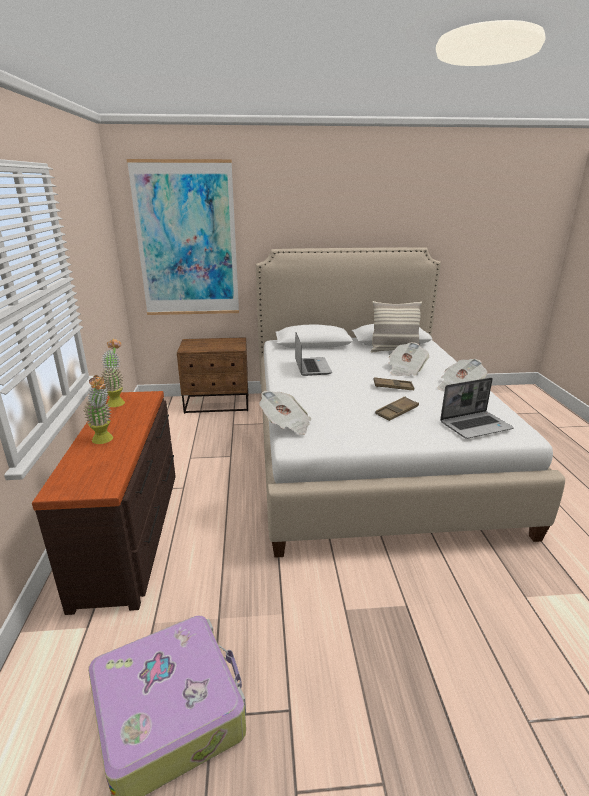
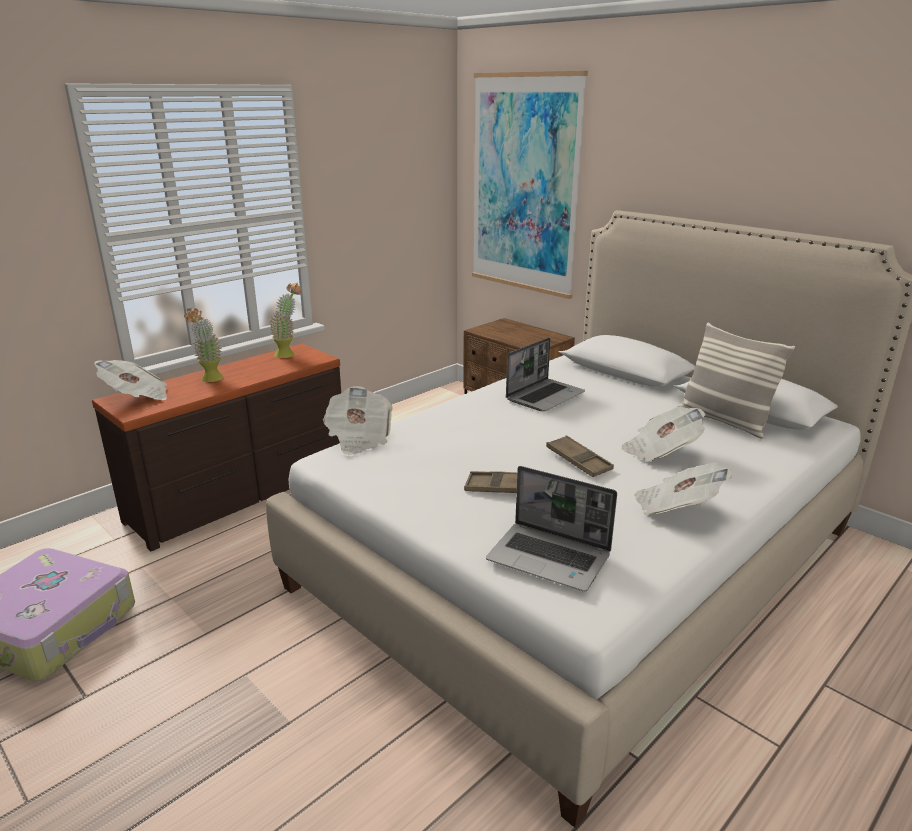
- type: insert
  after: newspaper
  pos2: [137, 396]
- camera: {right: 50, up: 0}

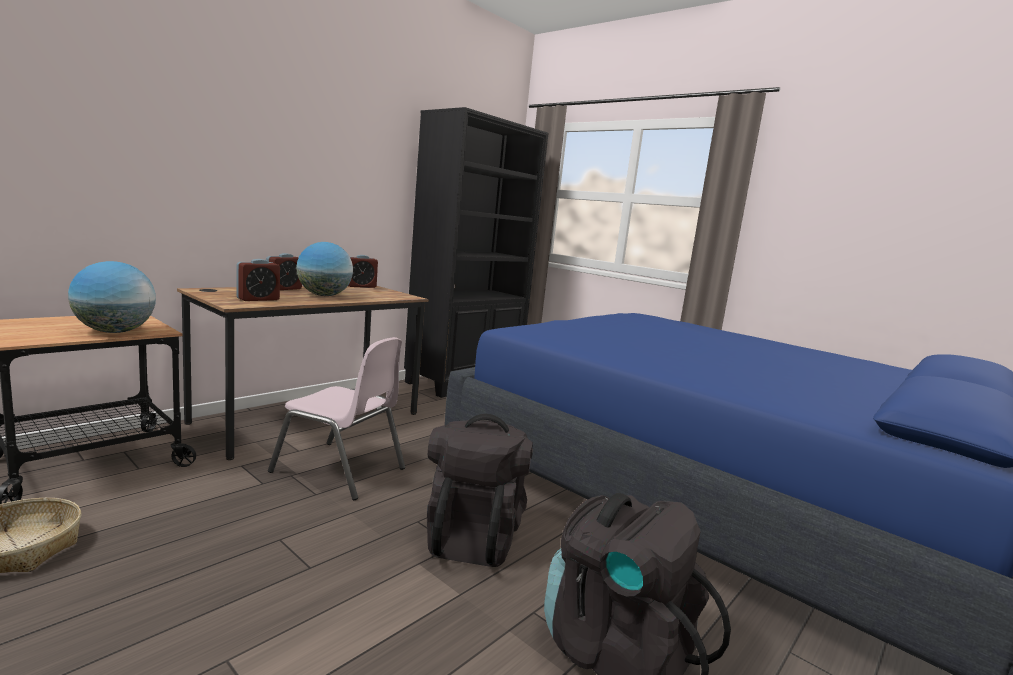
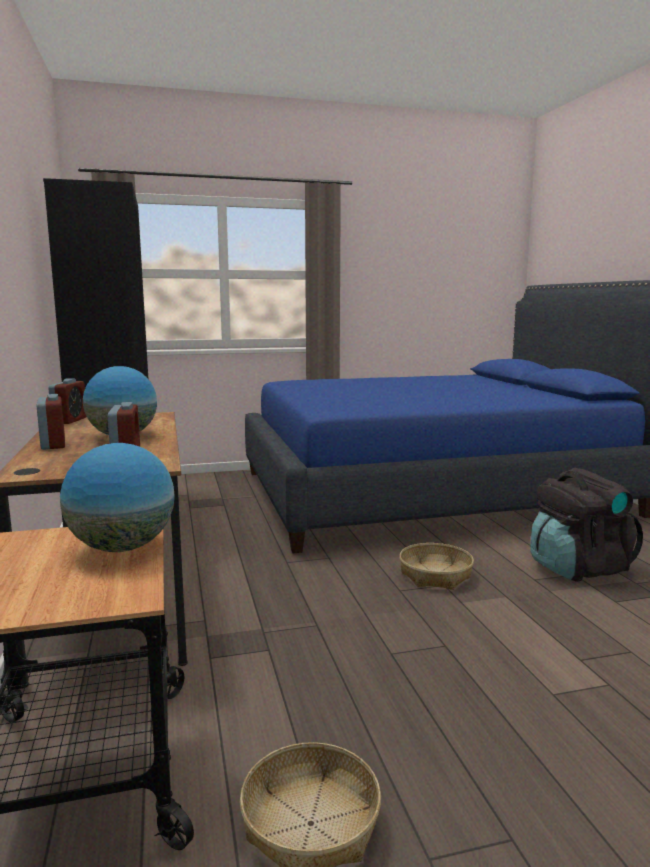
- type: delete
  before: chair in pink
  pos1: [339, 470]
- type: replace
  before: backpack in black
  after: basket
  pos1: [473, 536]
  pos2: [435, 575]
- camera: {right: -55, up: 0}

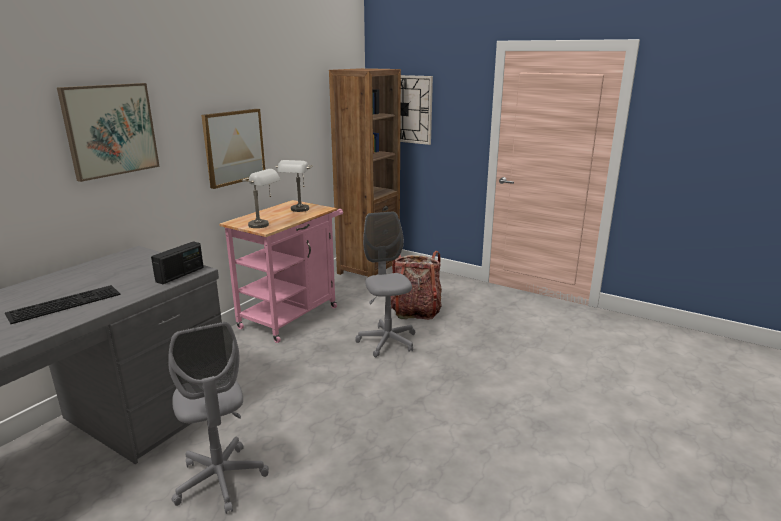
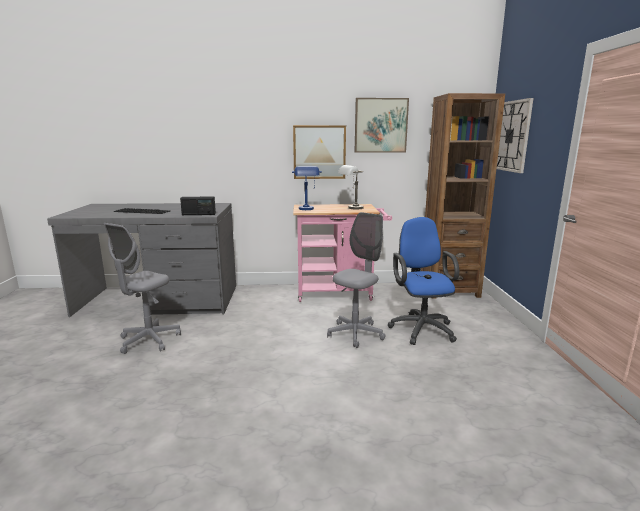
- type: move
  before: picture
  pos1: [110, 130]
  pos2: [380, 125]
- type: recolor
  before: table lamp in grey
  after: table lamp in blue
  pos1: [264, 226]
  pos2: [307, 210]
- type: replace
  before: backpack
  after: office chair in blue
  pos1: [415, 311]
  pos2: [421, 328]
- camera: {right: 55, up: -5}

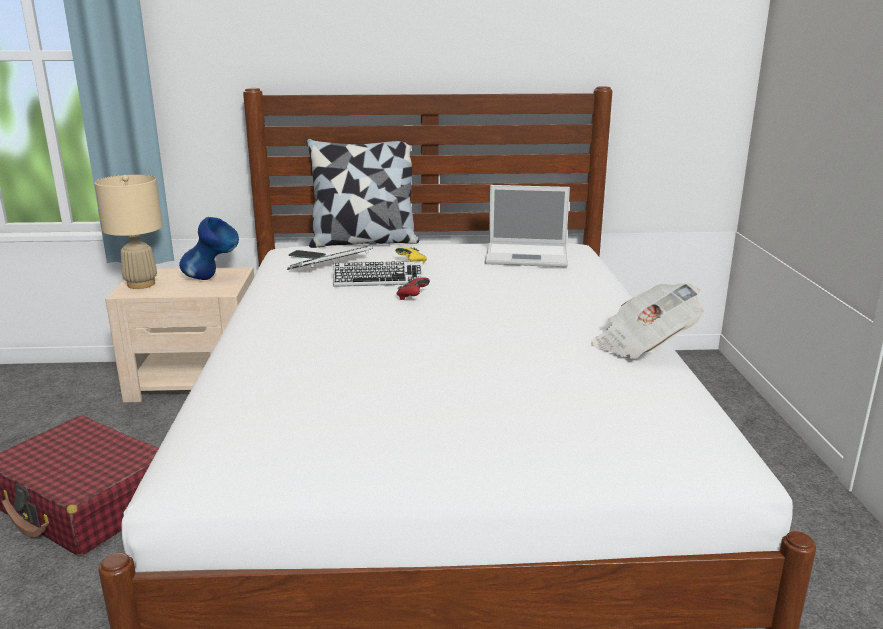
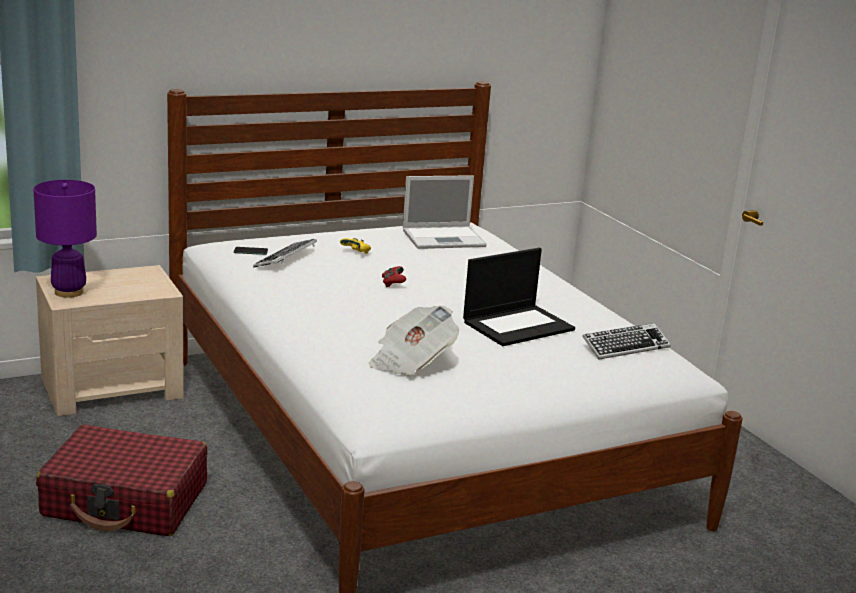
- type: recolor
  before: table lamp in beige
  after: table lamp in purple
  pos1: [141, 284]
  pos2: [69, 292]
- type: delete
  before: vase in blue
  pos1: [213, 279]
- type: delete
  before: pillow
  pos1: [363, 242]
- type: move
  before: keyboard
  pos1: [378, 280]
  pos2: [625, 347]
- type: move
  before: newspaper
  pos1: [643, 345]
  pos2: [411, 362]
- type: insert
  after: laptop
  pos2: [518, 325]
- camera: {right: -25, up: 0}

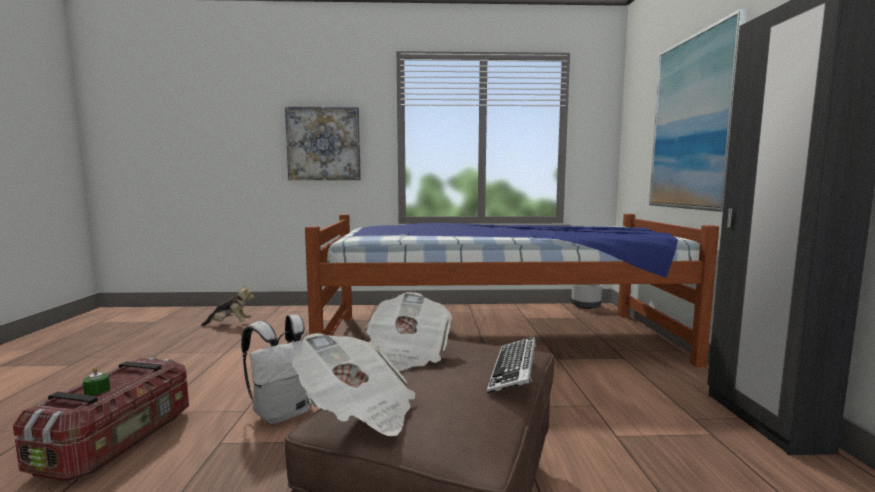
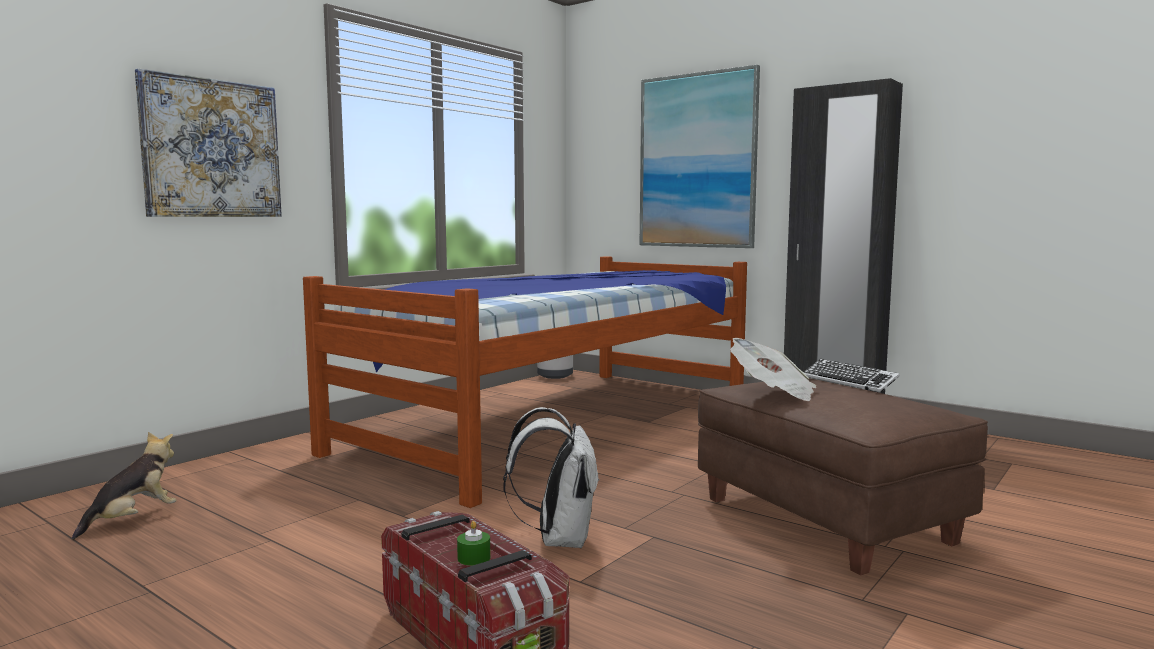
- type: delete
  before: newspaper
  pos1: [358, 411]
- camera: {right: -50, up: 0}

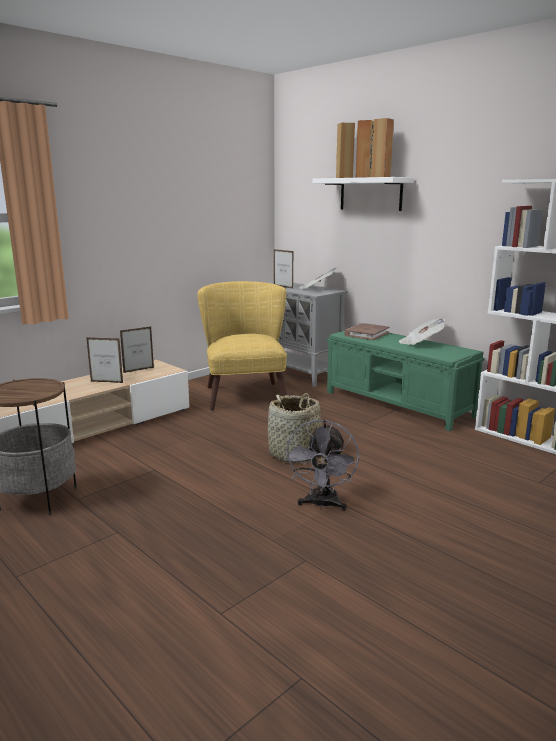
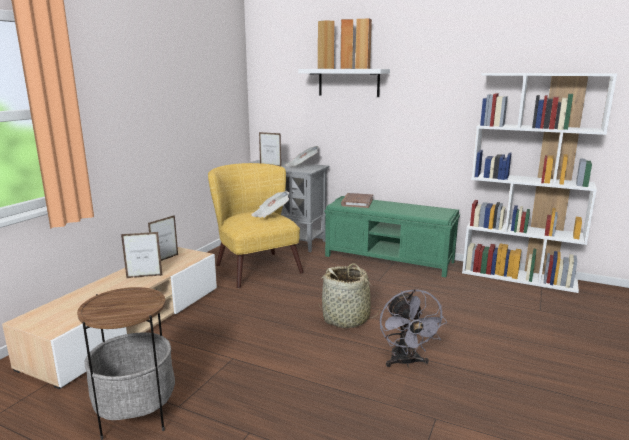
- type: move
  before: newspaper
  pos1: [421, 343]
  pos2: [270, 214]
- camera: {right: -20, up: 0}

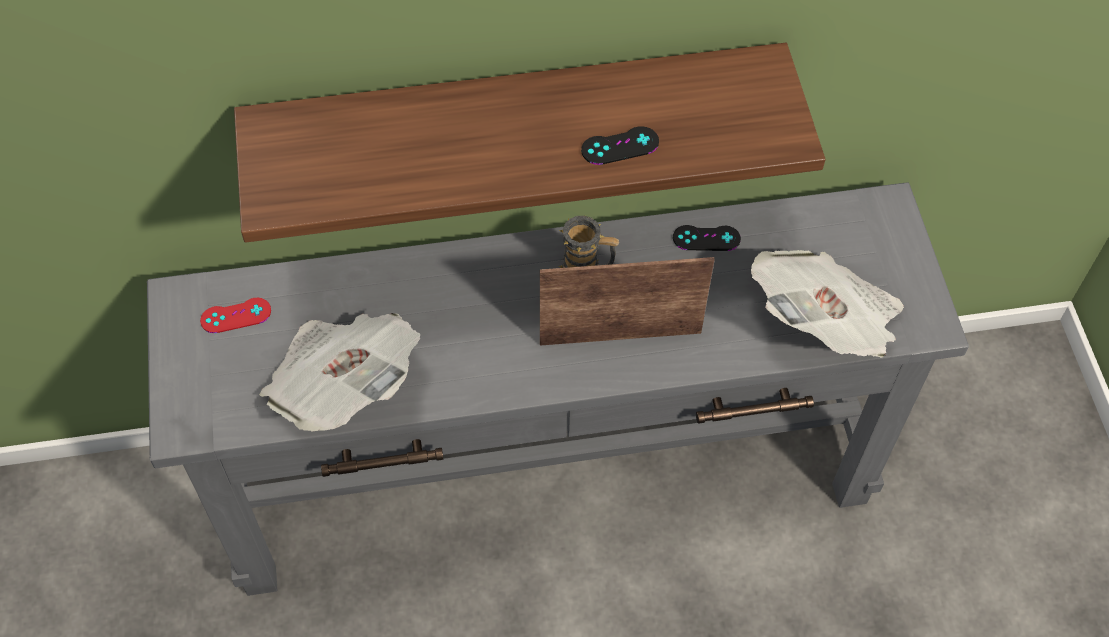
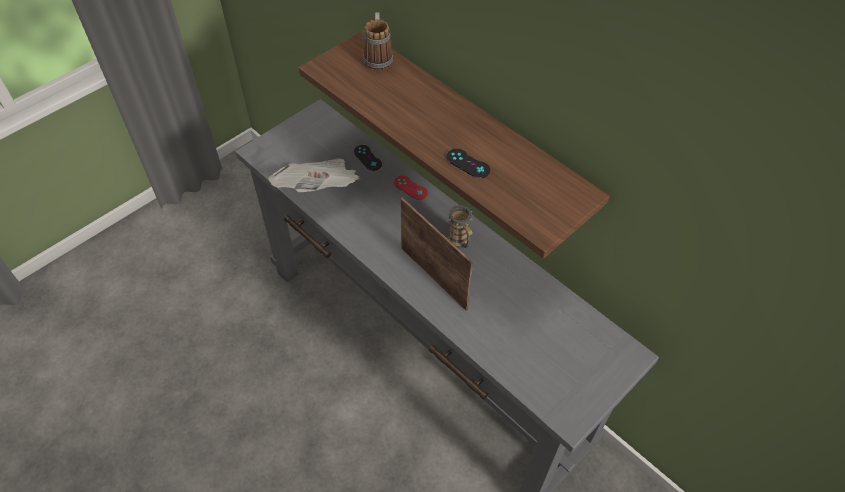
- type: move
  before: game controller in red
  pos1: [236, 316]
  pos2: [410, 188]
- type: move
  before: game controller in black
  pos1: [706, 238]
  pos2: [367, 158]
- type: delete
  before: newspaper
  pos1: [825, 323]
- type: insert
  after: mug
  pos2: [378, 57]
- camera: {right: 55, up: -5}

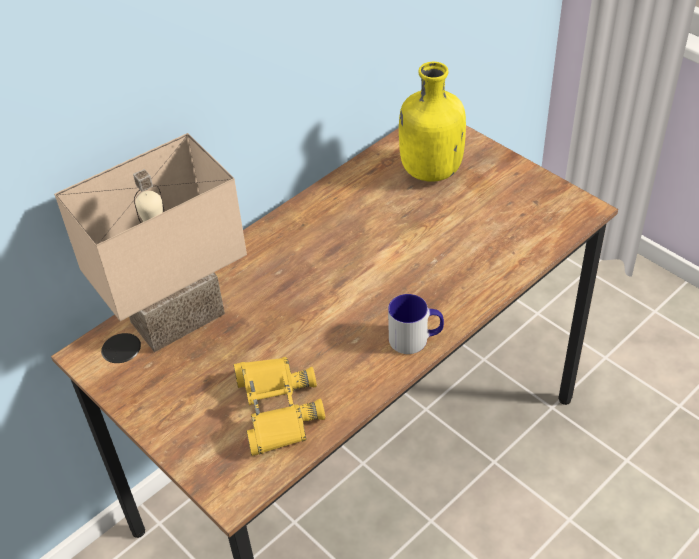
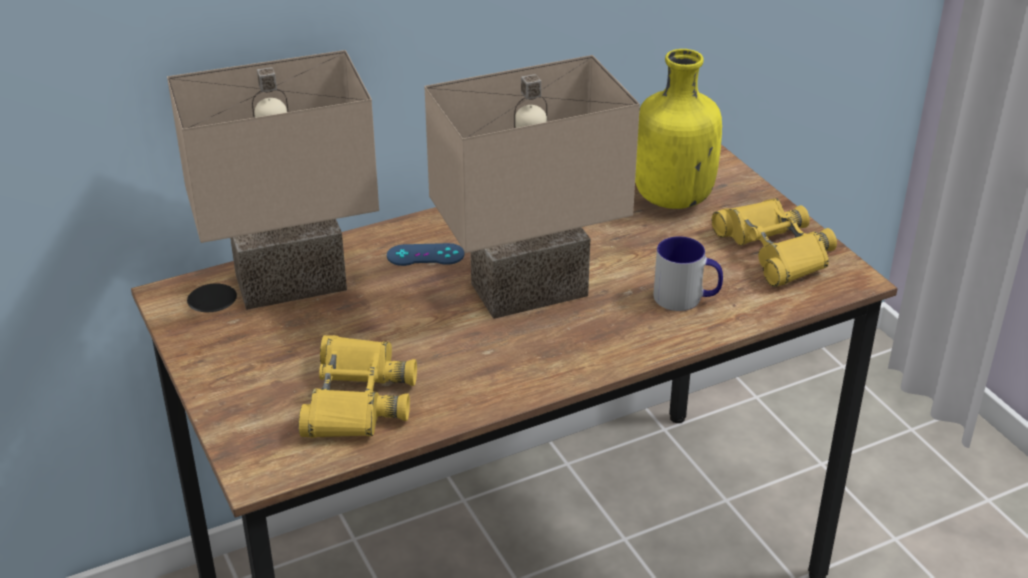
- type: move
  before: mug
  pos1: [416, 339]
  pos2: [686, 298]
- type: insert
  after: game controller in blue
  pos2: [425, 255]
- type: insert
  after: table lamp in beige
  pos2: [529, 293]
- type: insert
  after: binoculars in yellow
  pos2: [774, 250]
- camera: {right: 15, up: -10}

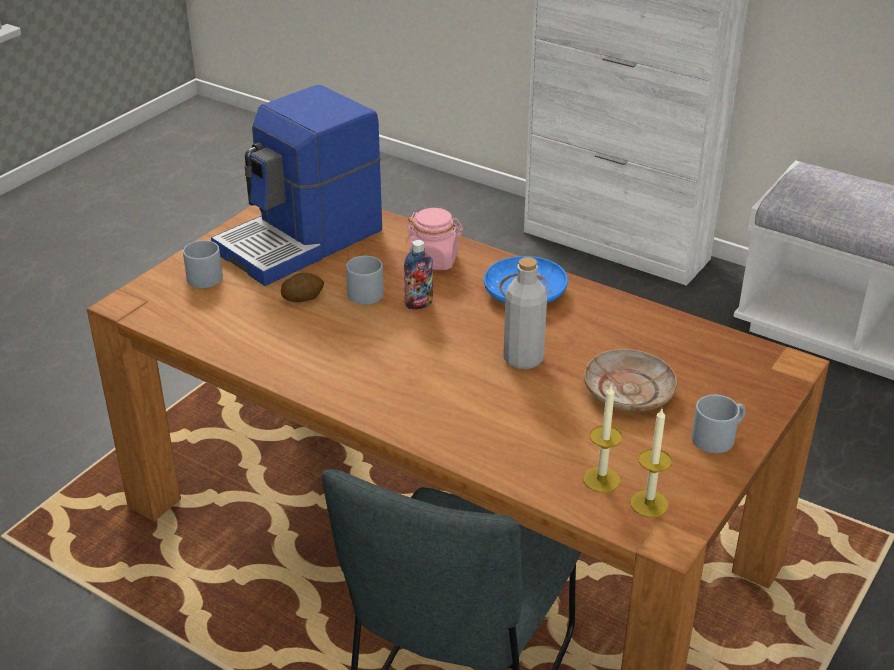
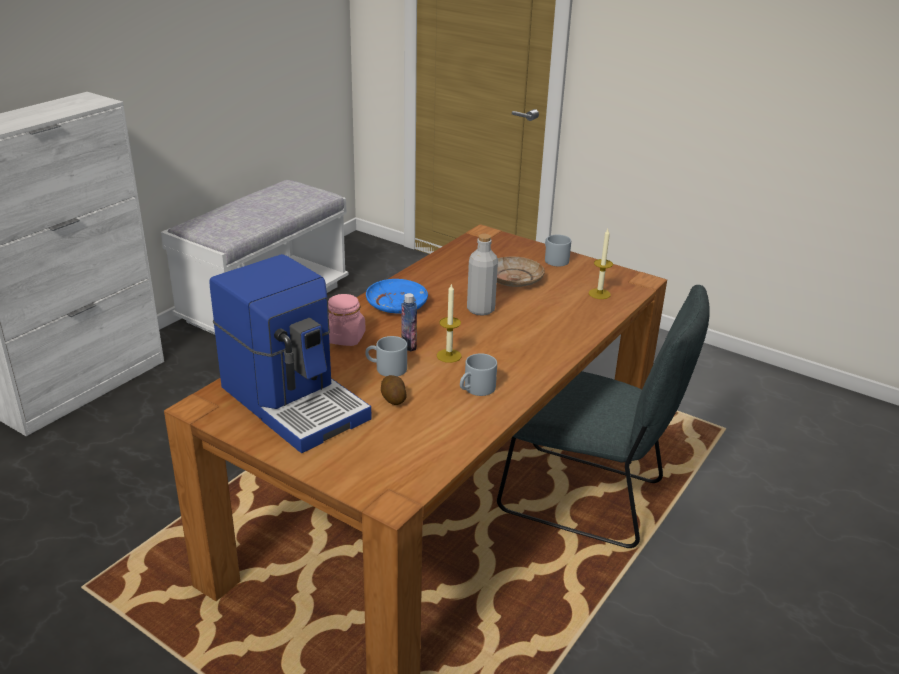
- type: move
  before: mug in grey
  pos1: [200, 276]
  pos2: [476, 389]
- type: move
  before: candle
  pos1: [649, 504]
  pos2: [449, 355]
- camera: {right: -90, up: -5}

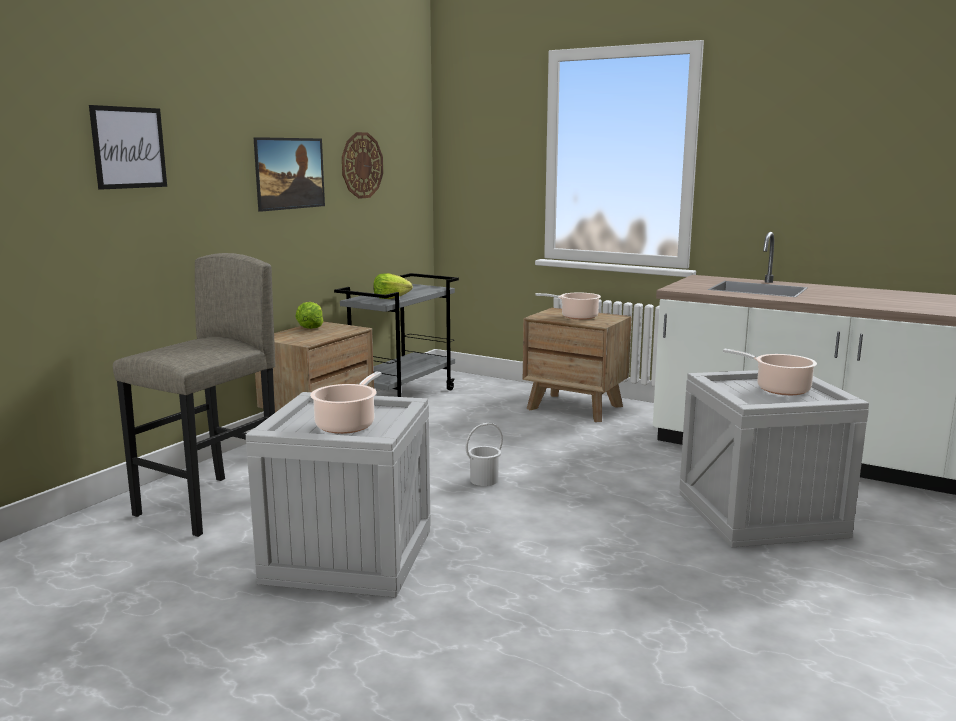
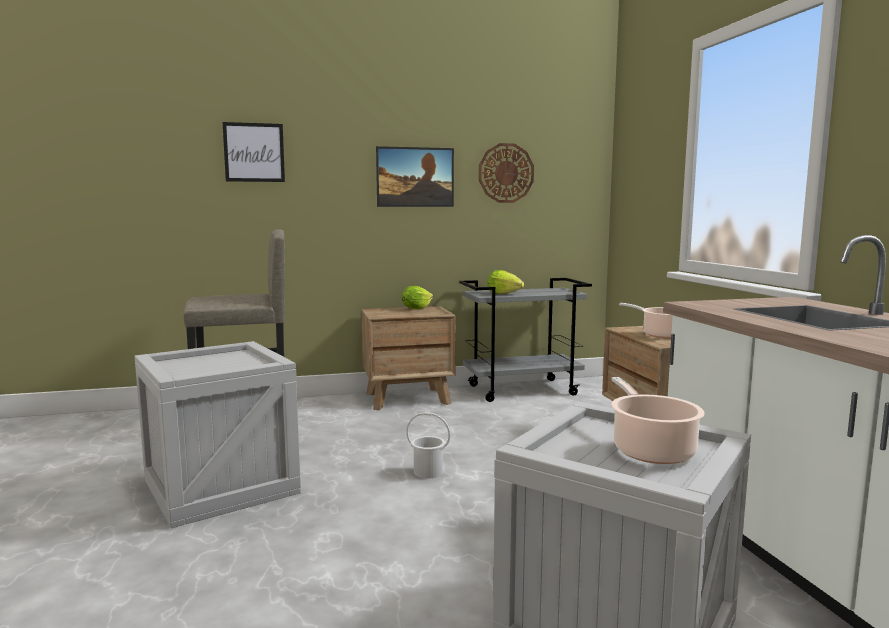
- type: delete
  before: cooking pot
  pos1: [347, 425]
- camera: {right: 45, up: -5}

